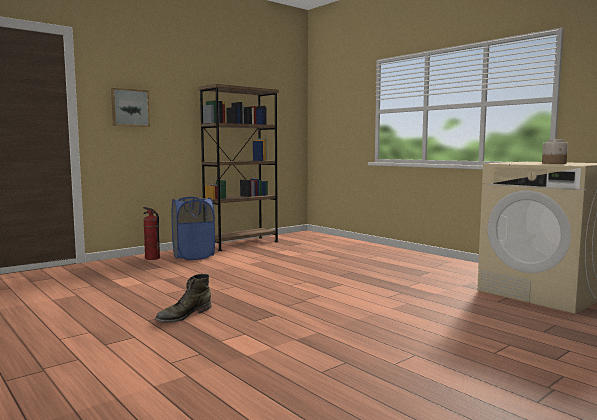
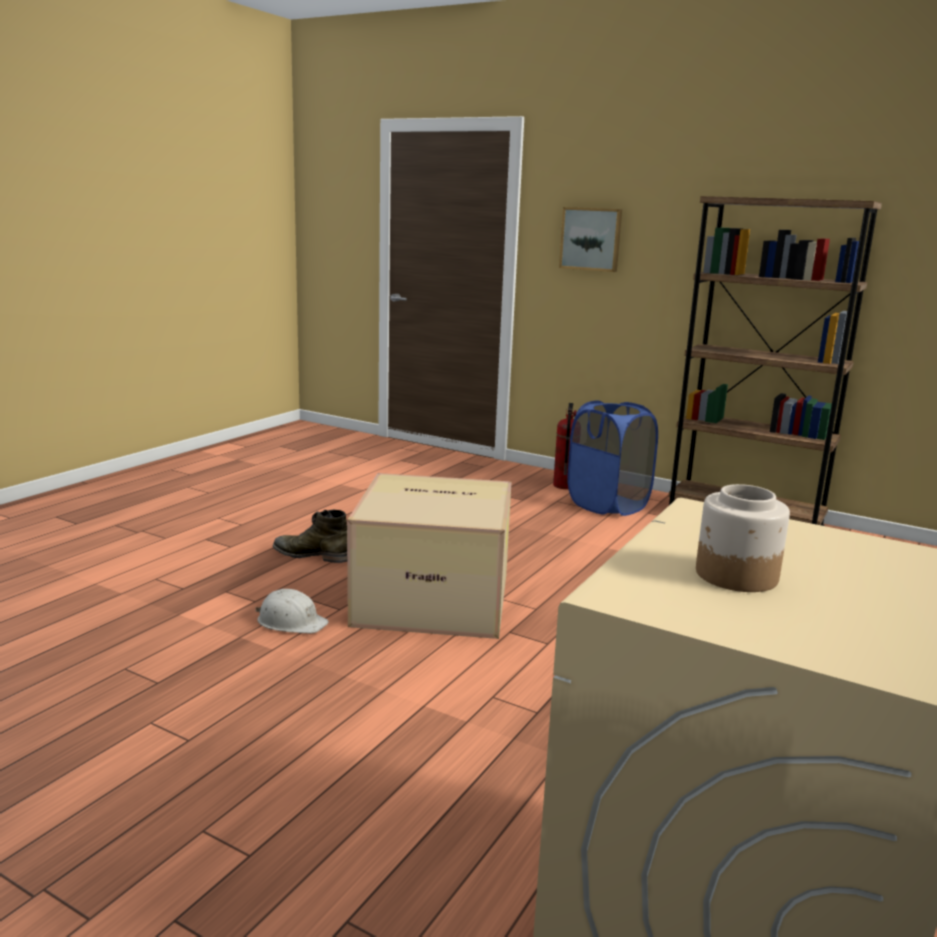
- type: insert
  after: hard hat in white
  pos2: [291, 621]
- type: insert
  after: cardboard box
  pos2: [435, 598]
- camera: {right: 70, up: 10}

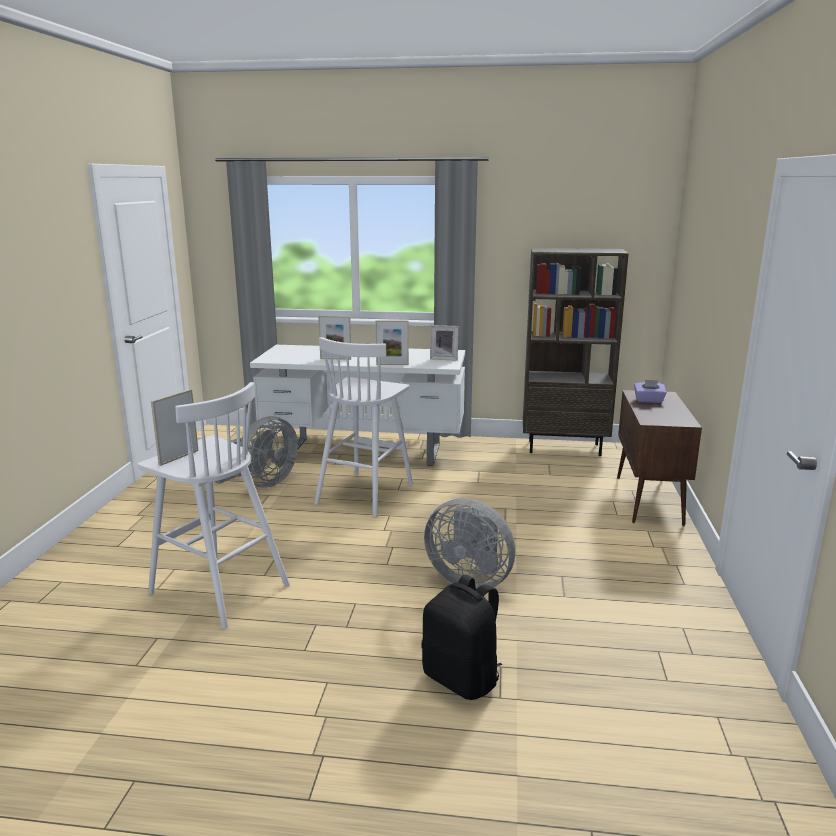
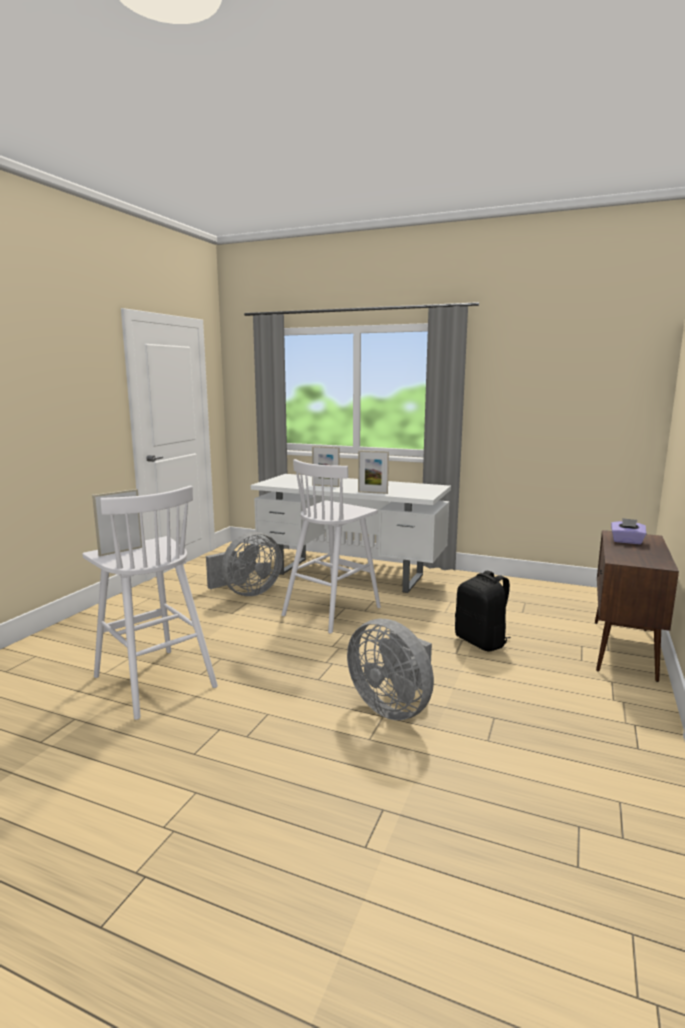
- type: move
  before: backpack in black
  pos1: [462, 679]
  pos2: [481, 642]
- type: delete
  before: picture frame
  pos1: [444, 358]
- type: delete
  before: bookcase in brown
  pos1: [564, 448]
- camera: {right: 15, up: -5}

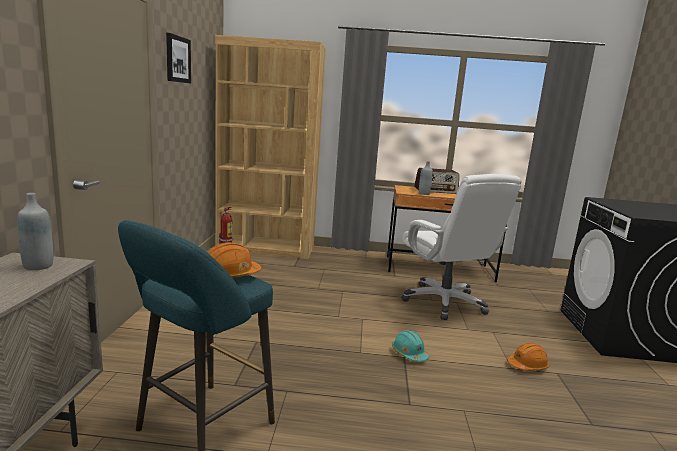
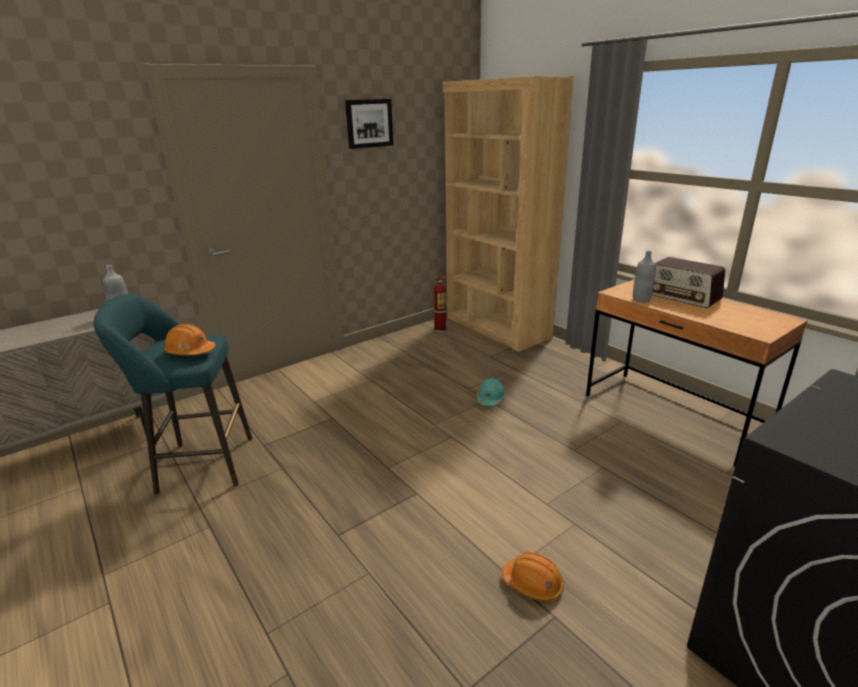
- type: move
  before: hard hat in turquoise
  pos1: [409, 354]
  pos2: [490, 399]
- type: delete
  before: office chair in white
  pos1: [445, 302]
- camera: {right: 50, up: 10}

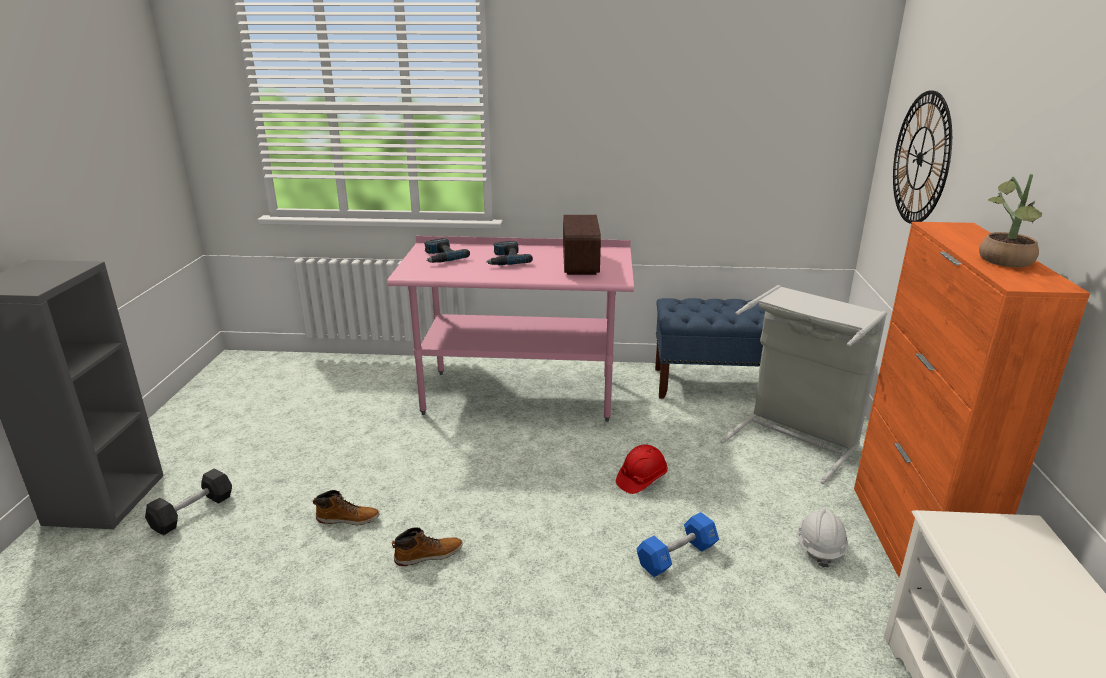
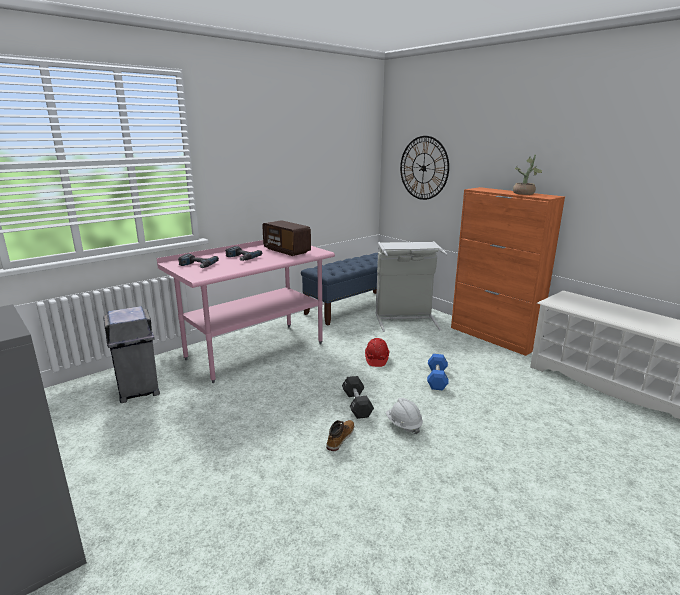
- type: move
  before: dumbbell in black
  pos1: [192, 512]
  pos2: [357, 404]
- type: delete
  before: boot
  pos1: [348, 518]
- type: move
  before: hard hat in white
  pos1: [819, 548]
  pos2: [403, 424]
- type: insert
  after: trash can in grey
  pos2: [138, 391]
- camera: {right: -45, up: -5}

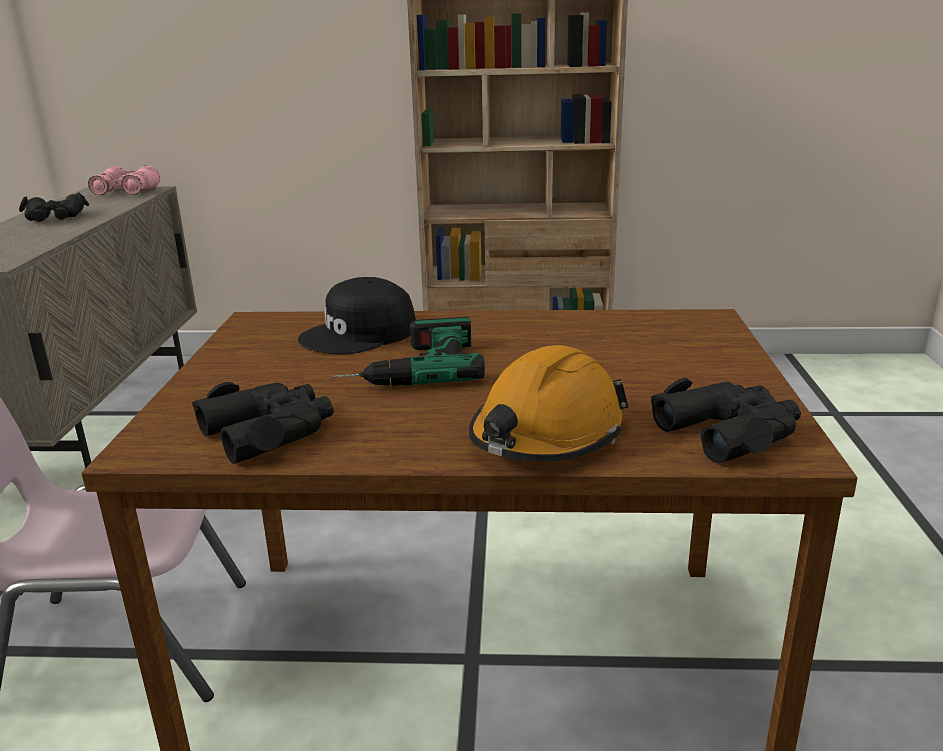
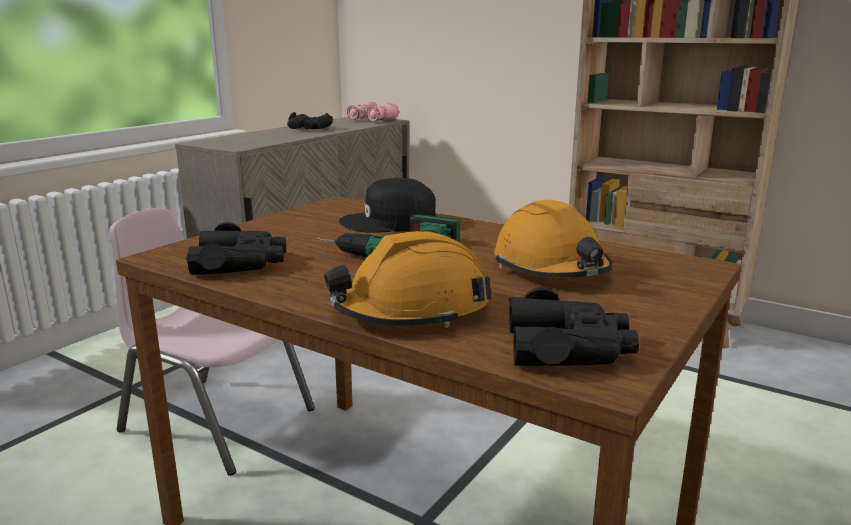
- type: insert
  after: hard hat in orange
  pos2: [551, 268]
- camera: {right: 30, up: -5}

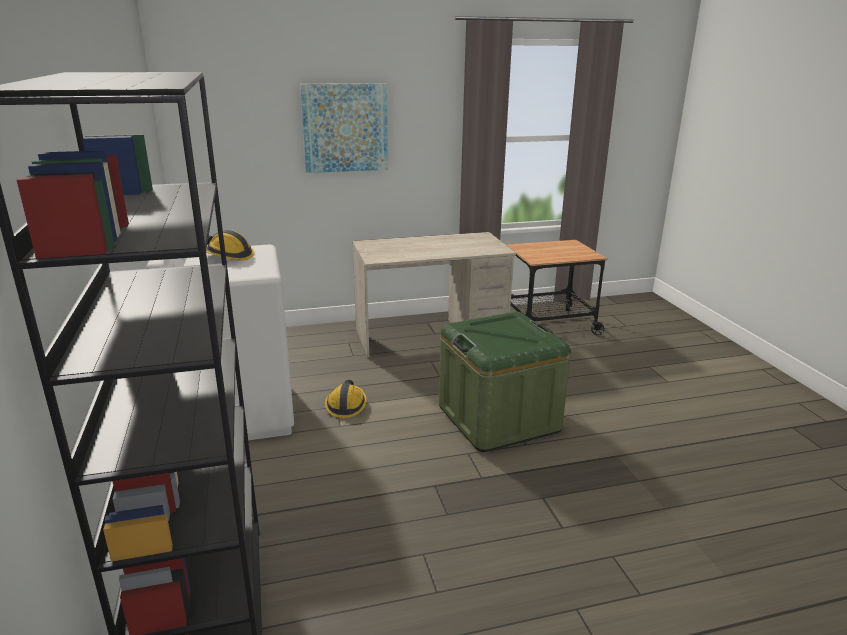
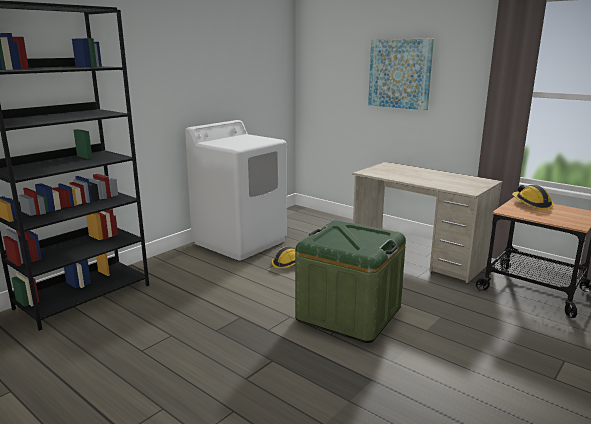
- type: move
  before: hard hat
  pos1: [227, 256]
  pos2: [531, 204]
- camera: {right: 55, up: -5}

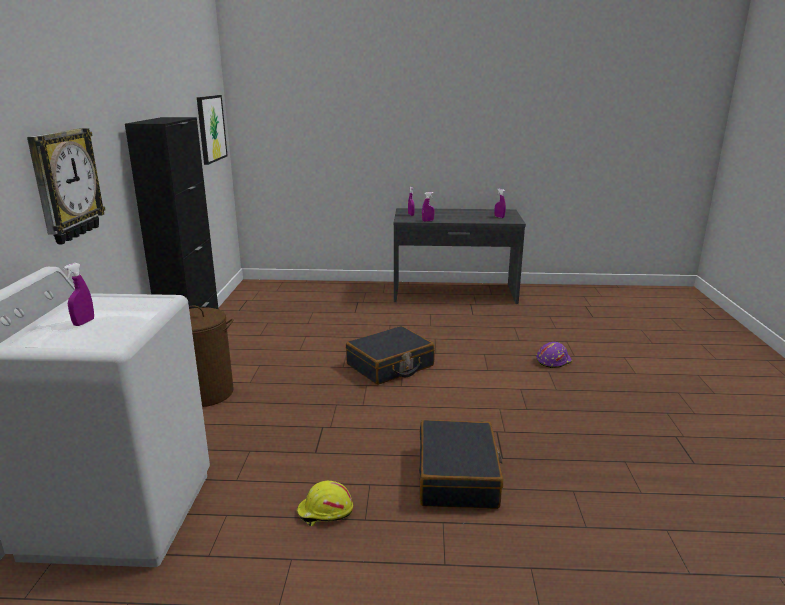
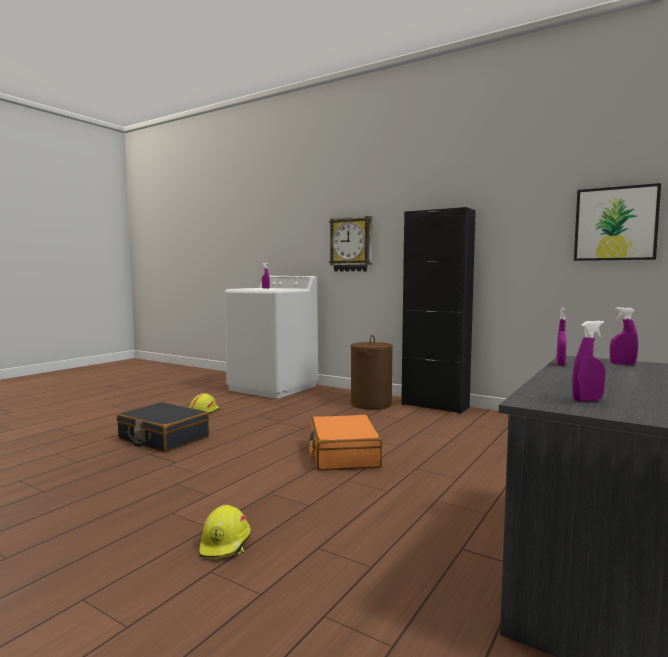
- type: recolor
  before: suitcase in black
  after: suitcase in orange
  pos1: [390, 366]
  pos2: [343, 454]
- type: recolor
  before: hard hat in purple
  after: hard hat in yellow
  pos1: [553, 361]
  pos2: [226, 544]
- camera: {right: 120, up: -15}

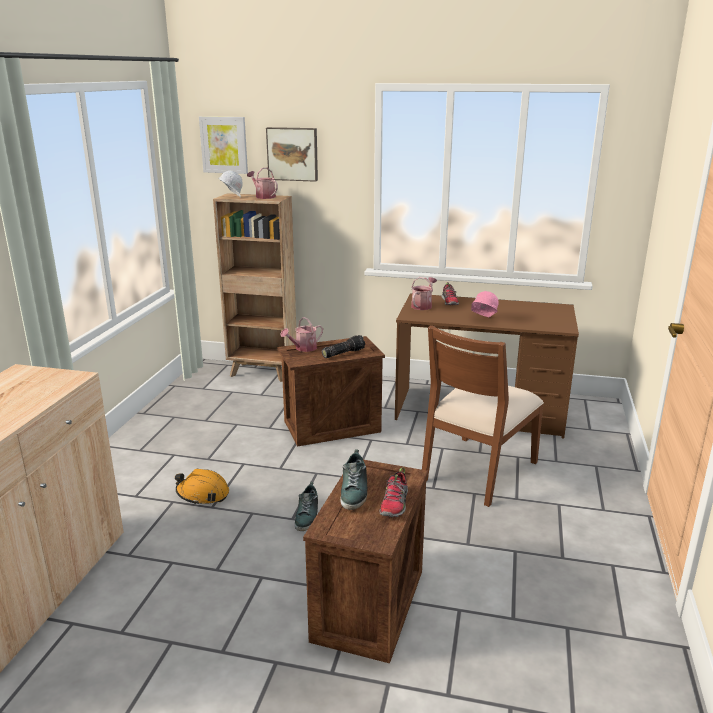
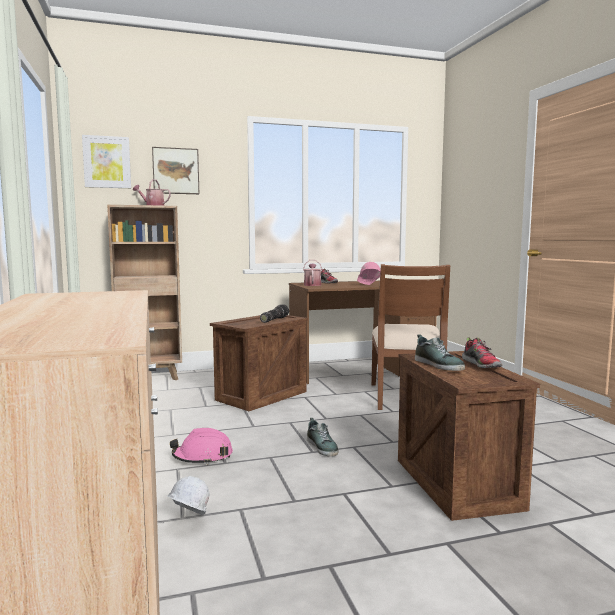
- type: recolor
  before: hard hat in orange
  after: hard hat in pink
  pos1: [203, 494]
  pos2: [203, 457]
- type: move
  before: hard hat in white
  pos1: [231, 198]
  pos2: [187, 522]
- type: delete
  before: watering can
  pos1: [303, 348]
- camera: {right: -30, up: -15}

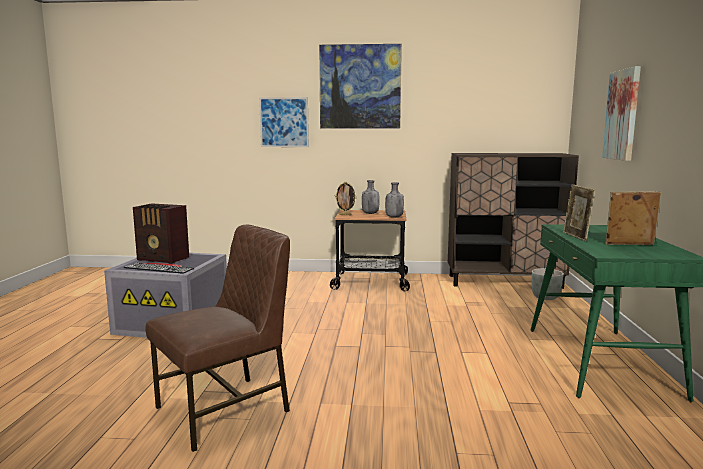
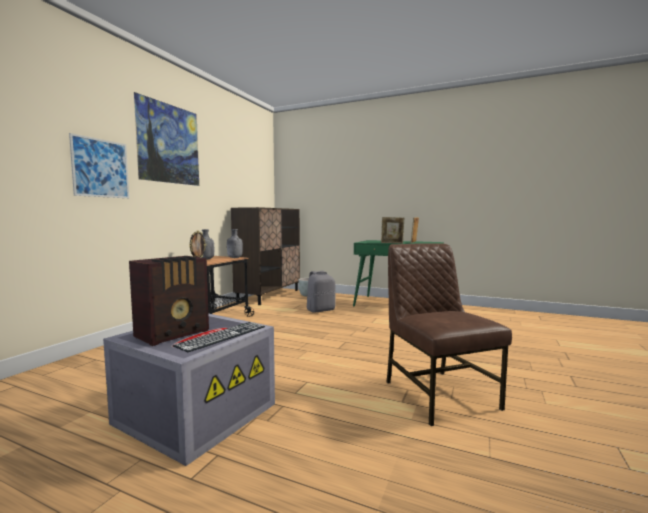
- type: delete
  before: picture
  pos1: [622, 115]
- type: insert
  after: backpack in grey
  pos2: [320, 310]
- camera: {right: -70, up: -5}

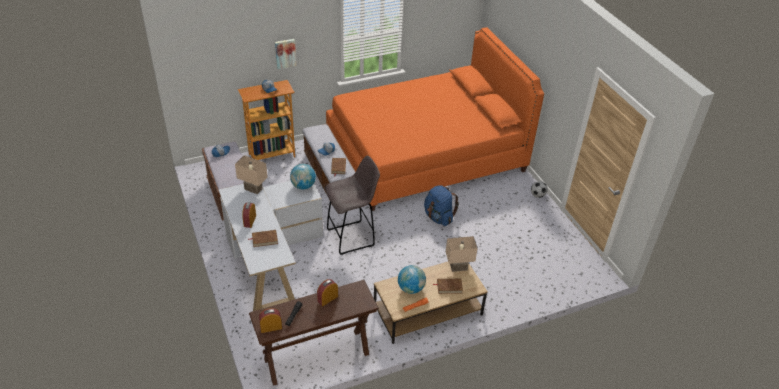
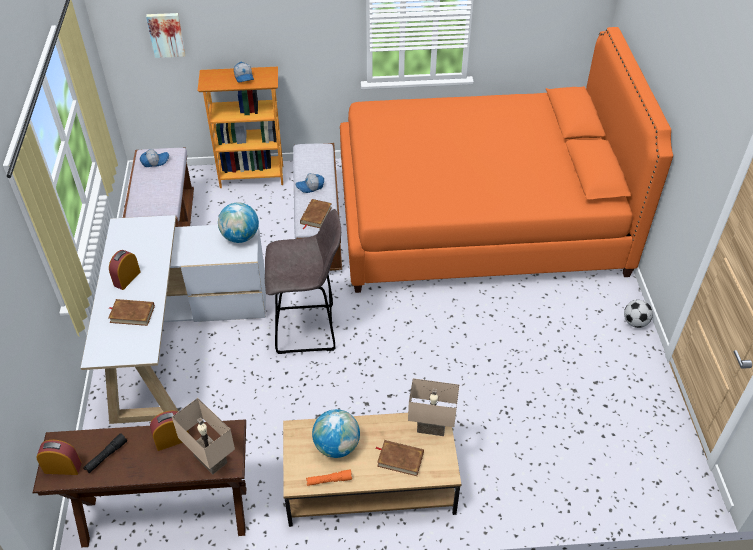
- type: move
  before: table lamp in beige
  pos1: [254, 188]
  pos2: [212, 458]
- type: move
  before: picture
  pos1: [285, 53]
  pos2: [166, 34]
- type: delete
  before: backpack in blue
  pos1: [438, 217]
- camera: {right: 20, up: 5}

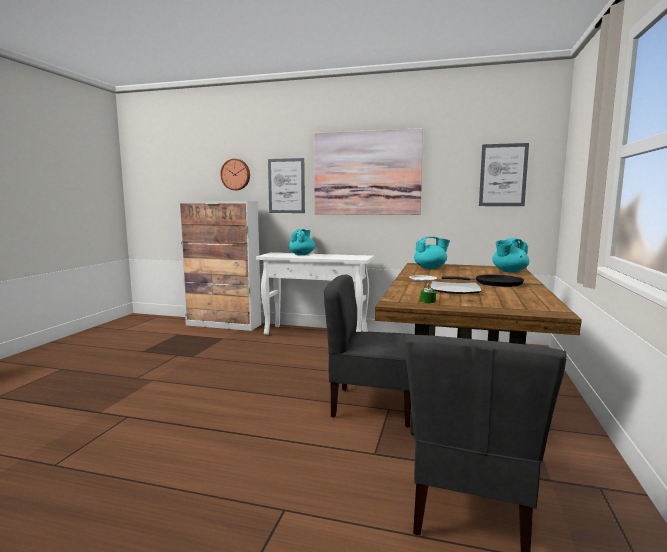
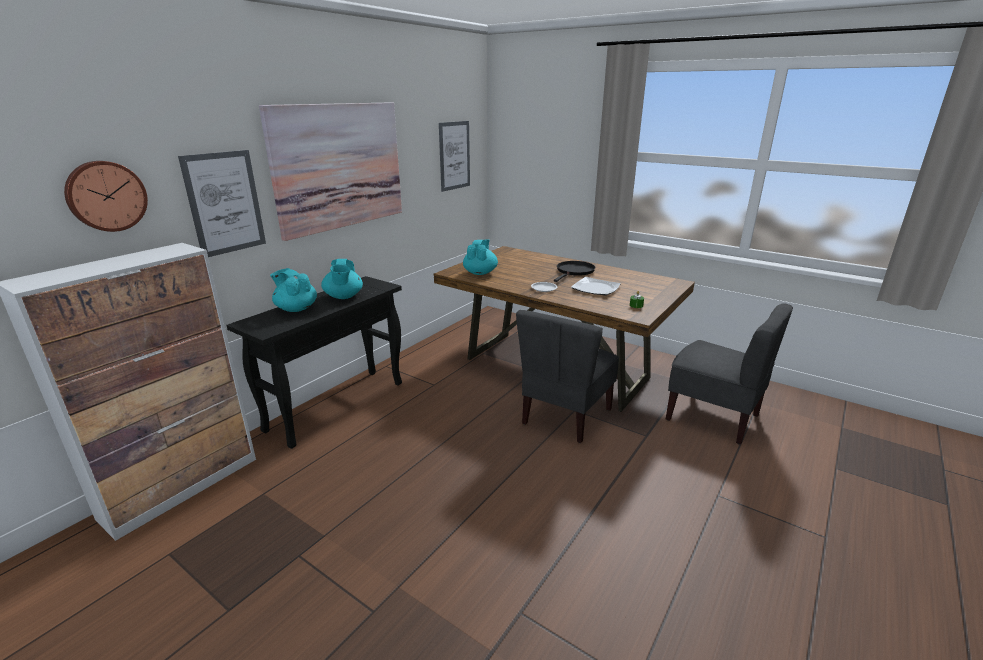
- type: recolor
  before: console table in white
  after: console table in black
  pos1: [316, 334]
  pos2: [337, 405]
- type: move
  before: teapot in turquoise
  pos1: [509, 271]
  pos2: [343, 297]
- camera: {right: -70, up: 15}

